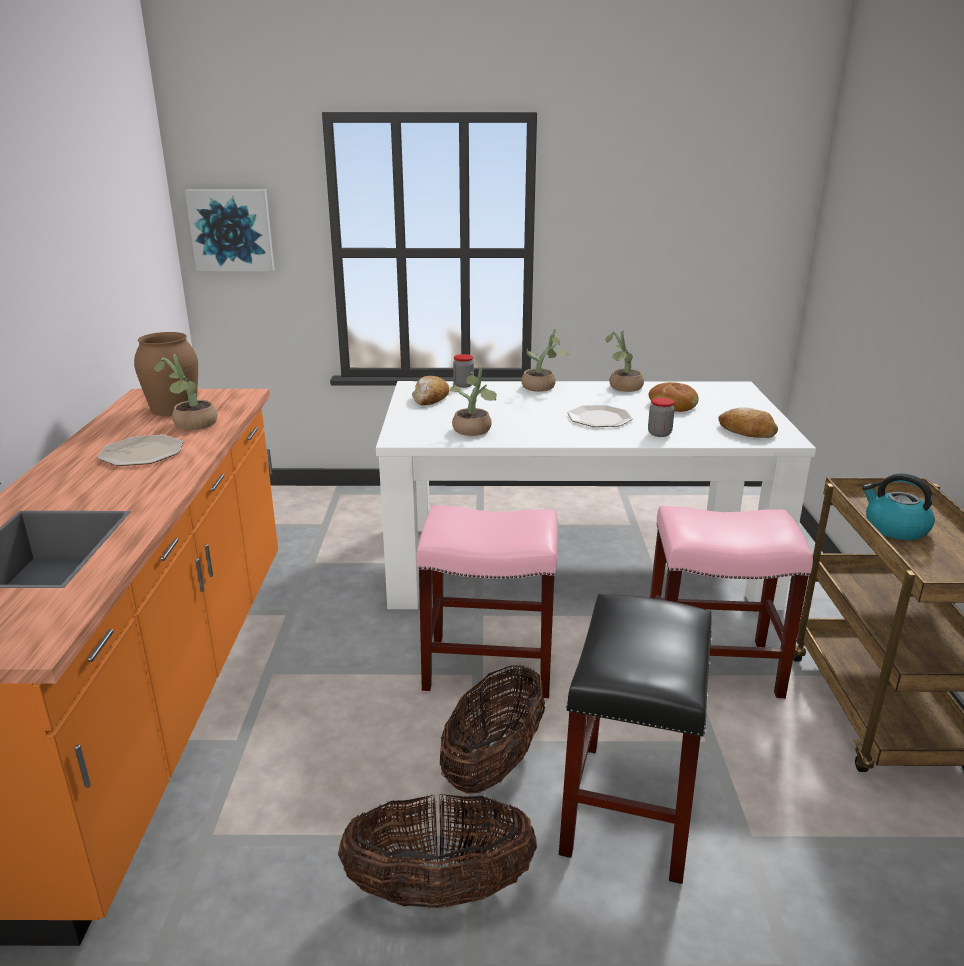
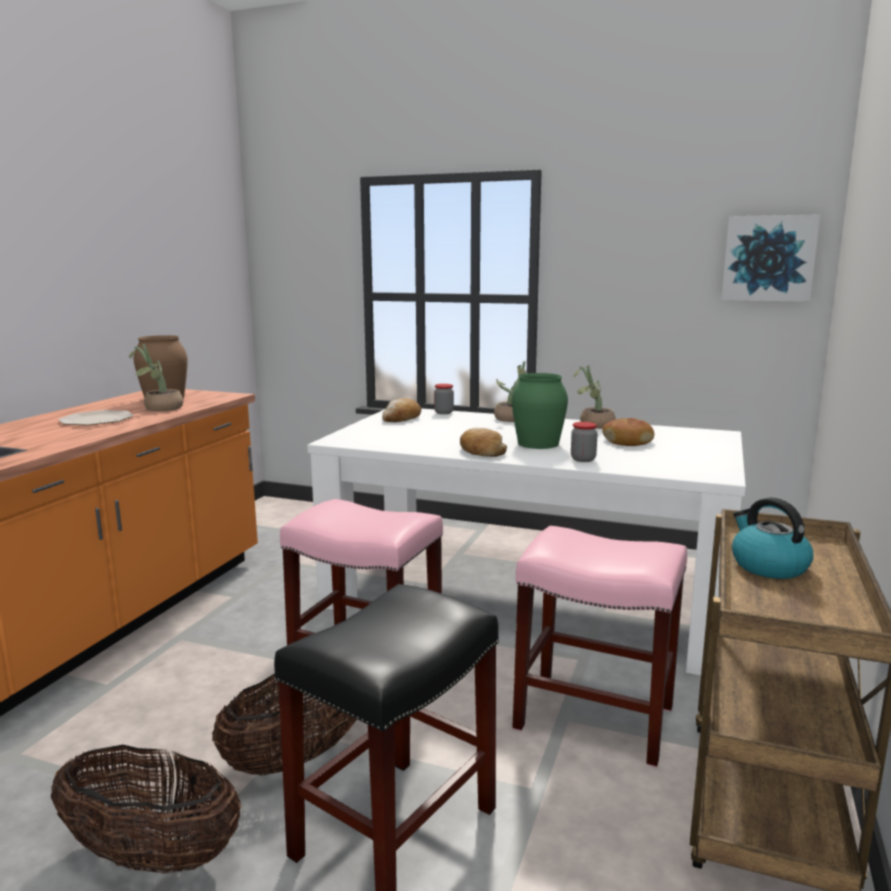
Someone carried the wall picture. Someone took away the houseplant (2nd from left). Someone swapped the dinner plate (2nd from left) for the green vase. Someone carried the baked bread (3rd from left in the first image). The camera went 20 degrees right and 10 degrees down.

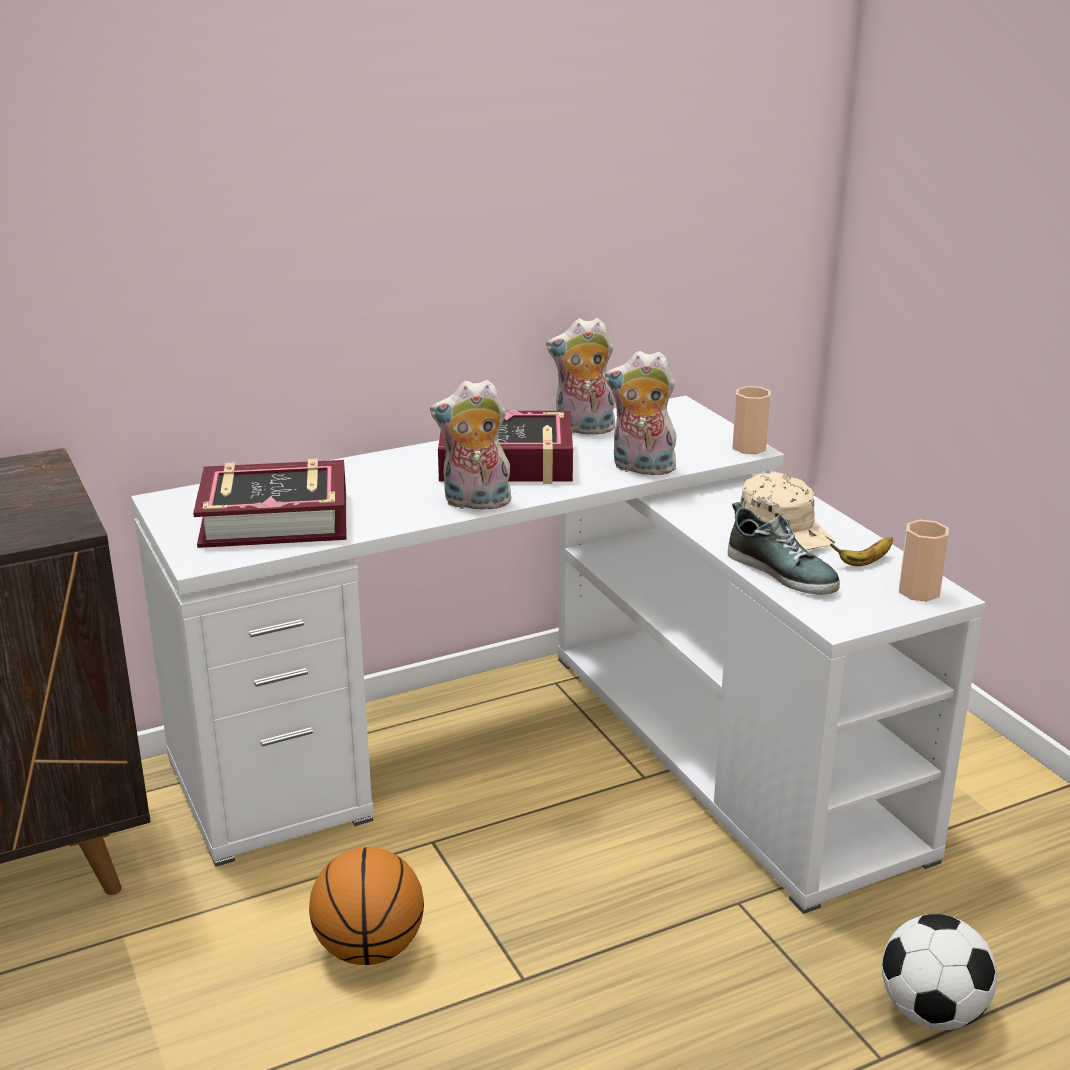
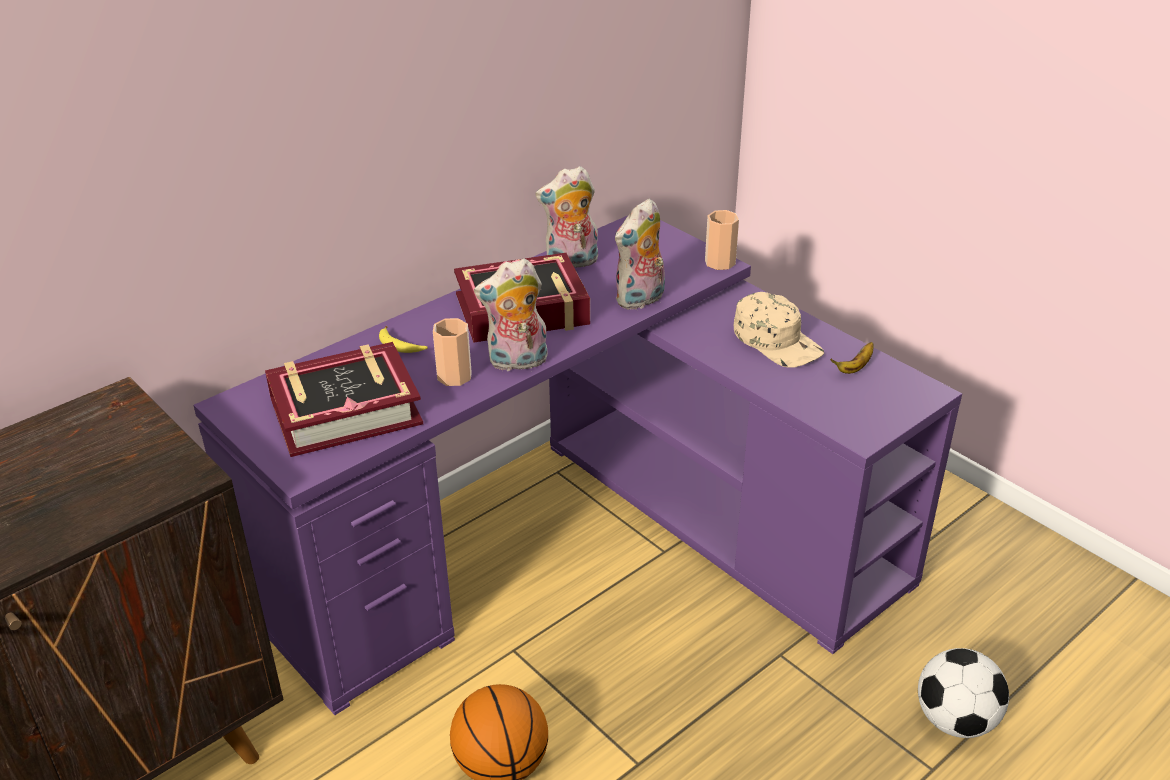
Someone repainted the white desk unit, which became the purplish desk unit. Someone rotated the plush toy (3rd from left) by 45 degrees counterclockwise. Someone took away the low shoe. Someone carried the small cup (2nd from left in the first image). Someone put down the banana (1st from left). The camera went 15 degrees left and 10 degrees up.

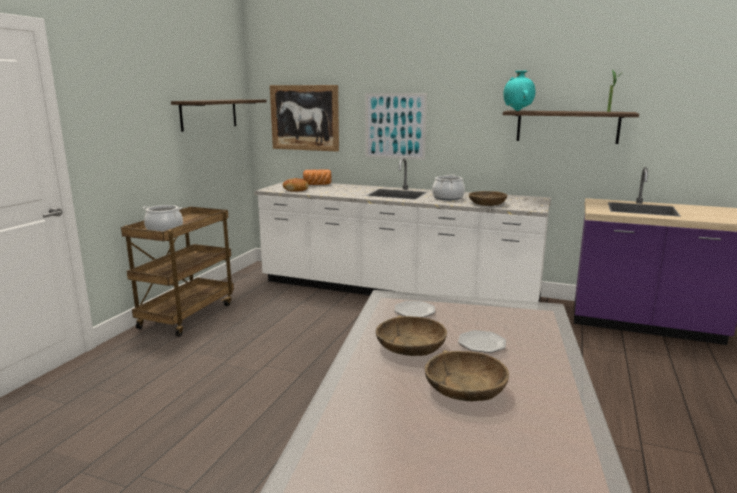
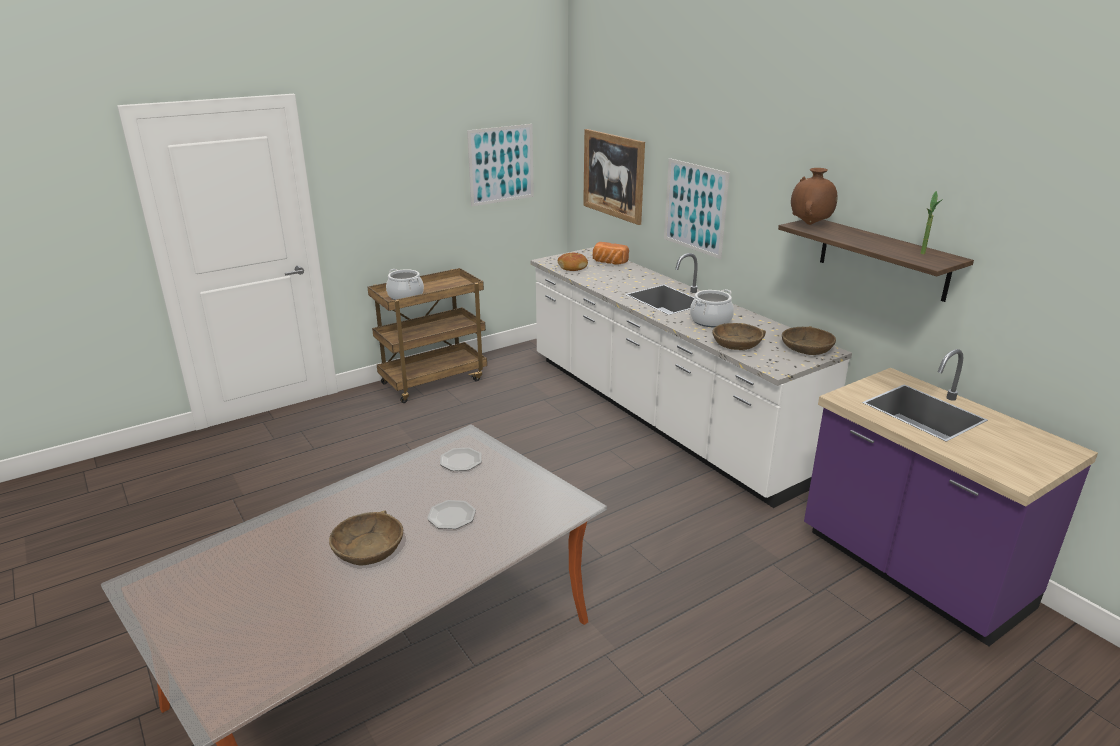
Someone swapped the bracket shelf (1st from left) for the wall picture (1st from left). Someone carried the brownish deep dish (1st from left in the first image). Someone repainted the blue-green vase, which became the brownish vase. The camera went 35 degrees right and 10 degrees up.

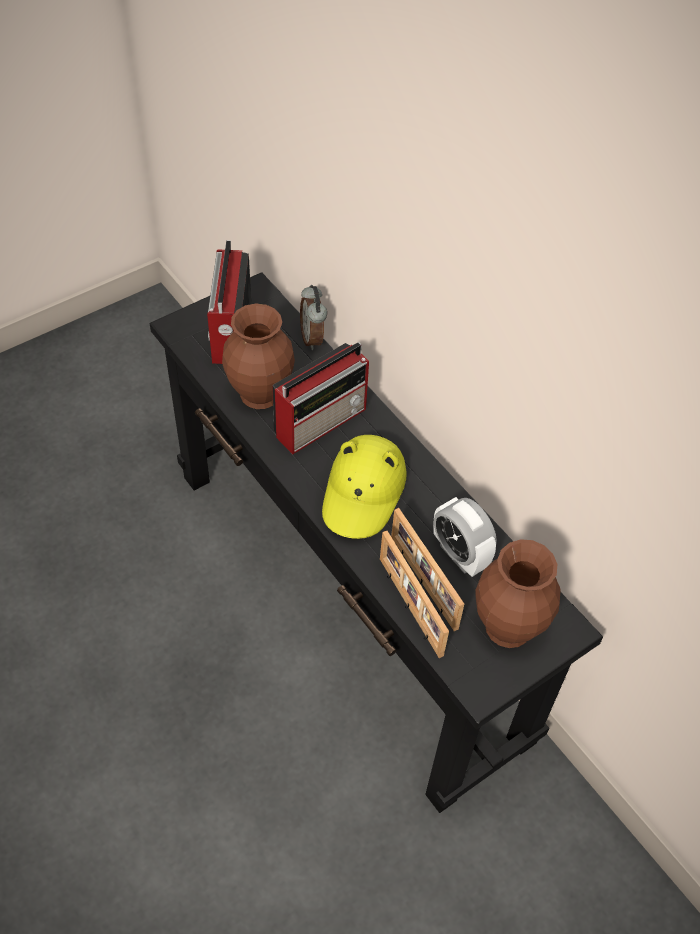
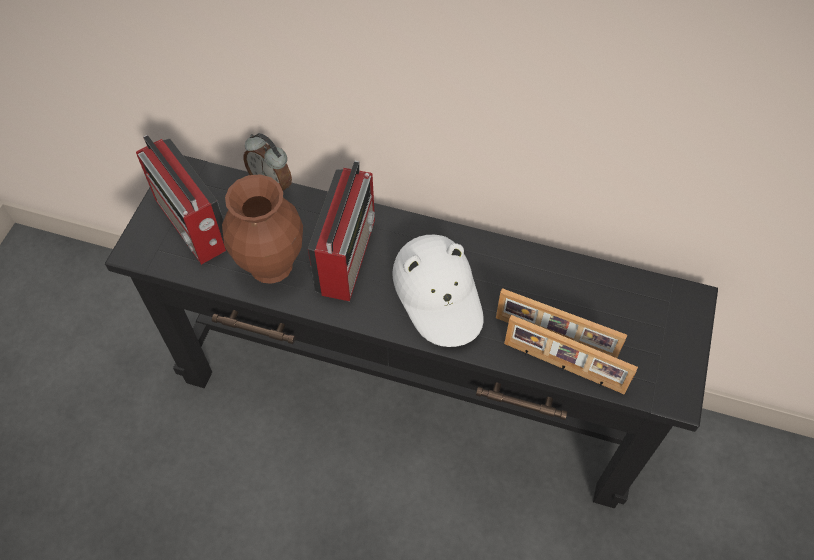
Someone repainted the yellow-coloured wearable hat, which became the white wearable hat. Someone took away the table clock (2nd from left). Someone took away the brownish vase (2nd from left). The camera went 35 degrees left and 5 degrees up.

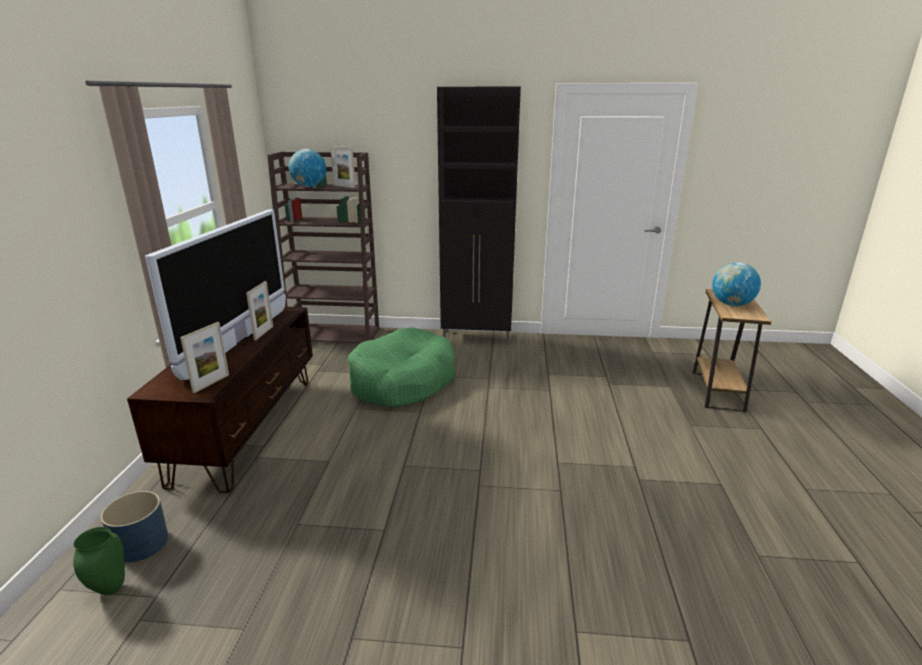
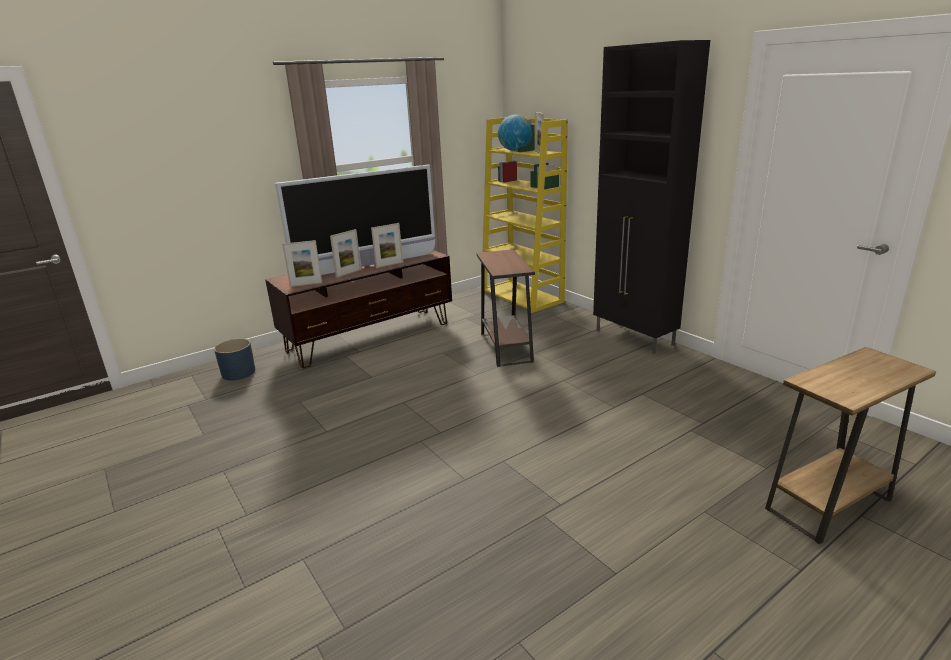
Someone took away the green vase. Someone repainted the brownish bookcase, which became the yellow-coloured bookcase. Someone swapped the green dog cushion for the brownish side table (1st from left). Someone took away the world globe (2nd from left). Someone put down the picture frame (2nd from left). The camera went 50 degrees right and 0 degrees up.

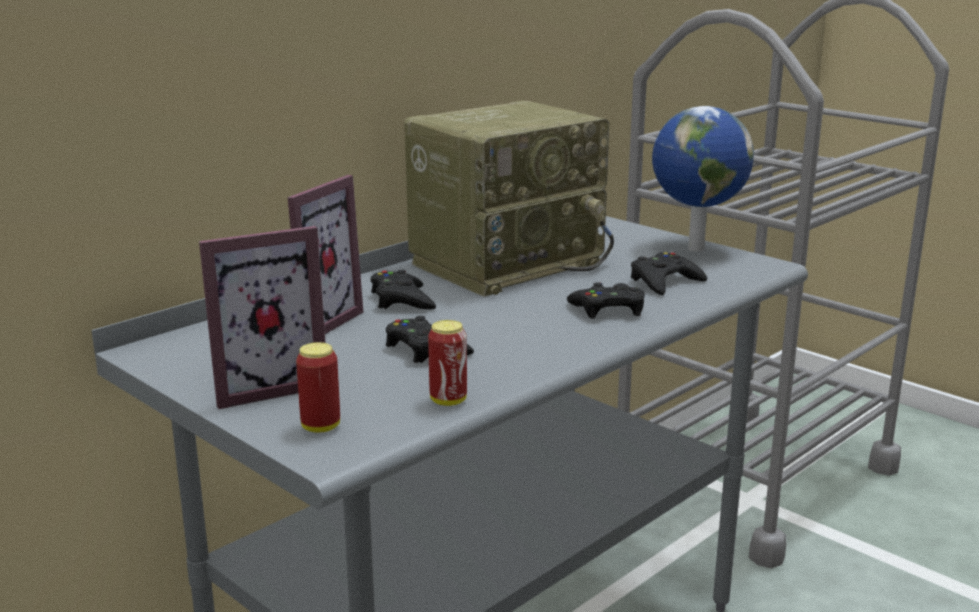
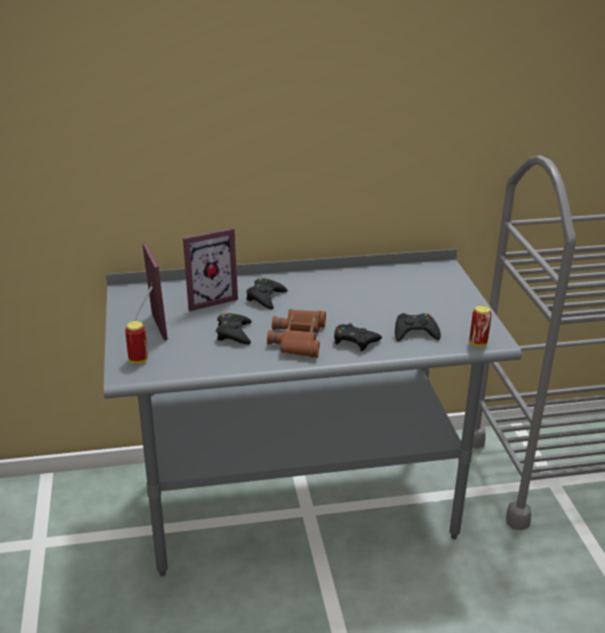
Someone rotated the picture frame (1st from left) by 120 degrees counterclockwise. Someone took away the radio set. Someone carried the can (2nd from left). Someone took away the world globe. Someone put down the brownish binoculars. The camera went 35 degrees right and 10 degrees up.

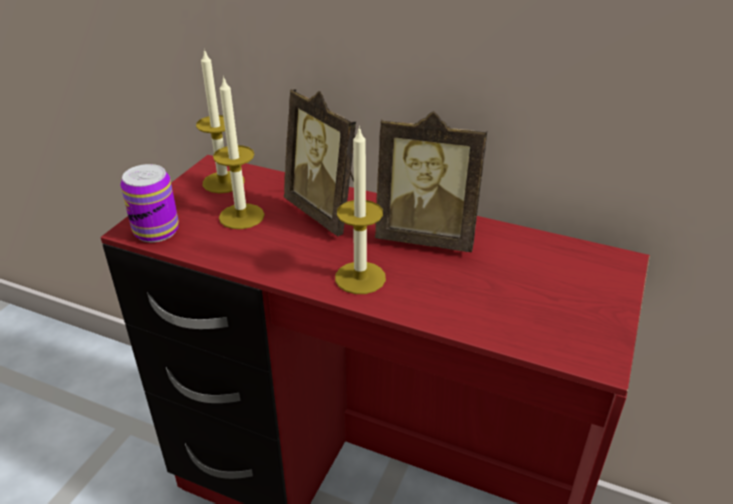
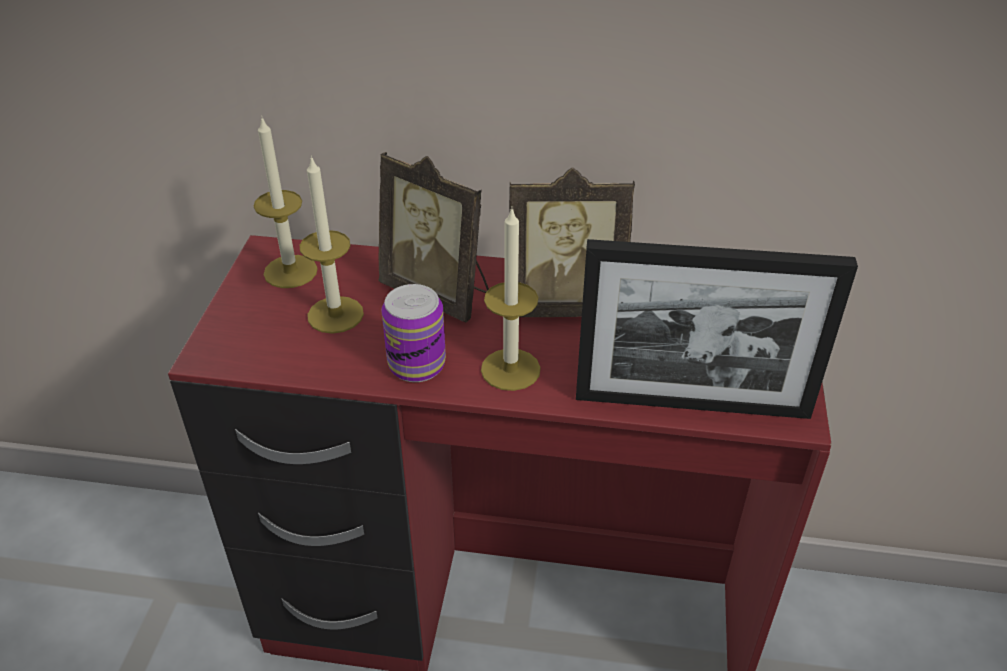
Someone carried the can. Someone put down the picture frame (3rd from left). The camera went 15 degrees left and 5 degrees up.

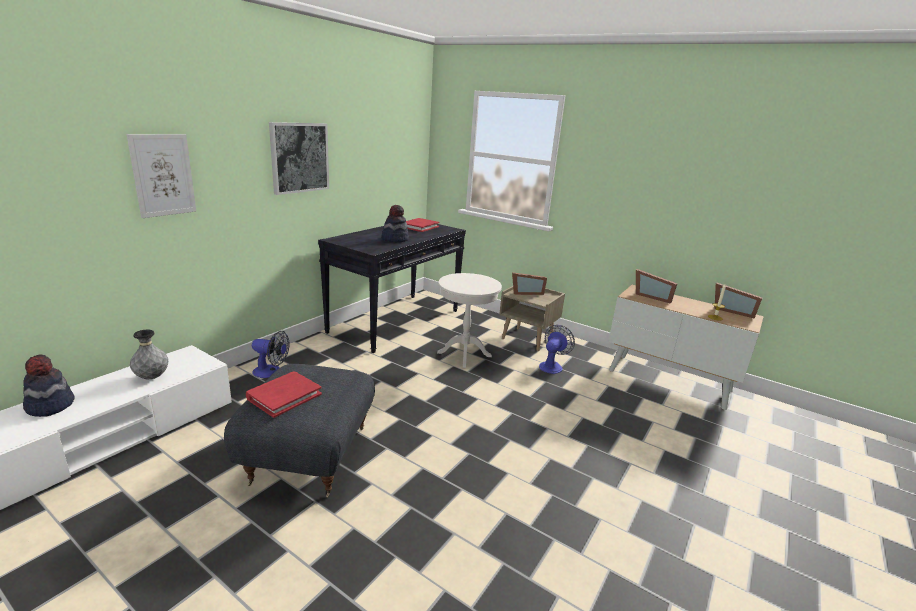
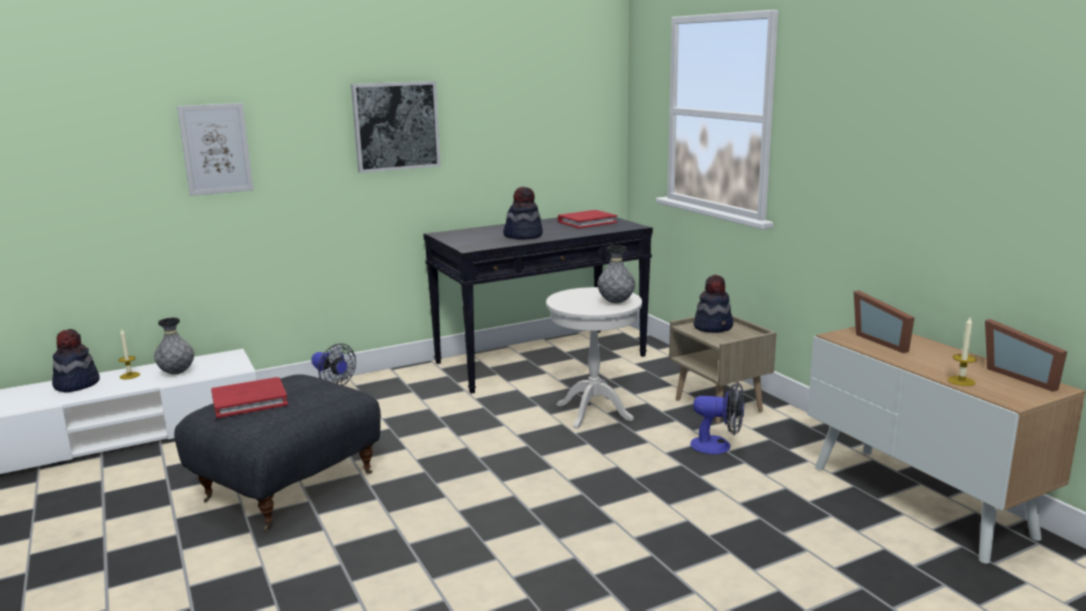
Someone swapped the picture frame (1st from left) for the wearable hat (3rd from left). Someone rotated the cooling fan (2nd from left) by 45 degrees clockwise. Someone put down the candle (1st from left). Someone put down the gray vase (2nd from left). The camera went 30 degrees right and 5 degrees down.

